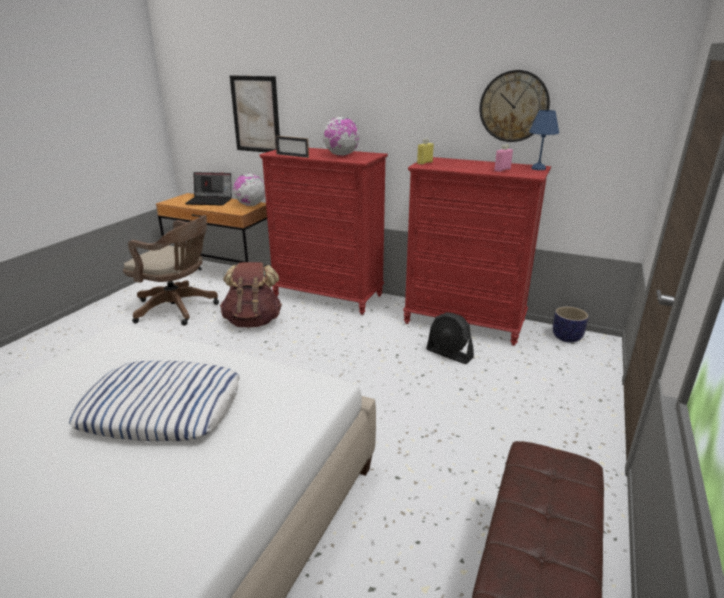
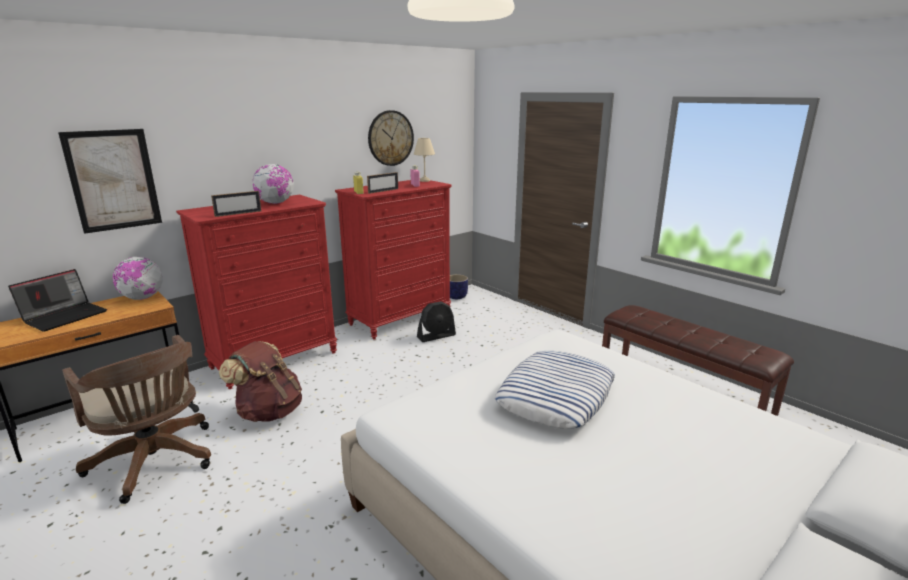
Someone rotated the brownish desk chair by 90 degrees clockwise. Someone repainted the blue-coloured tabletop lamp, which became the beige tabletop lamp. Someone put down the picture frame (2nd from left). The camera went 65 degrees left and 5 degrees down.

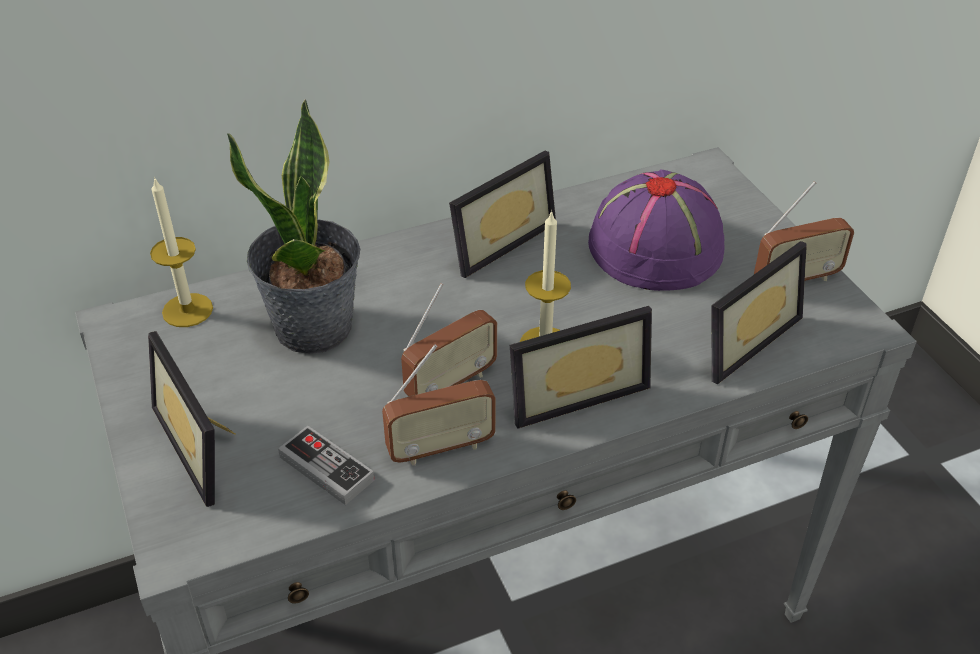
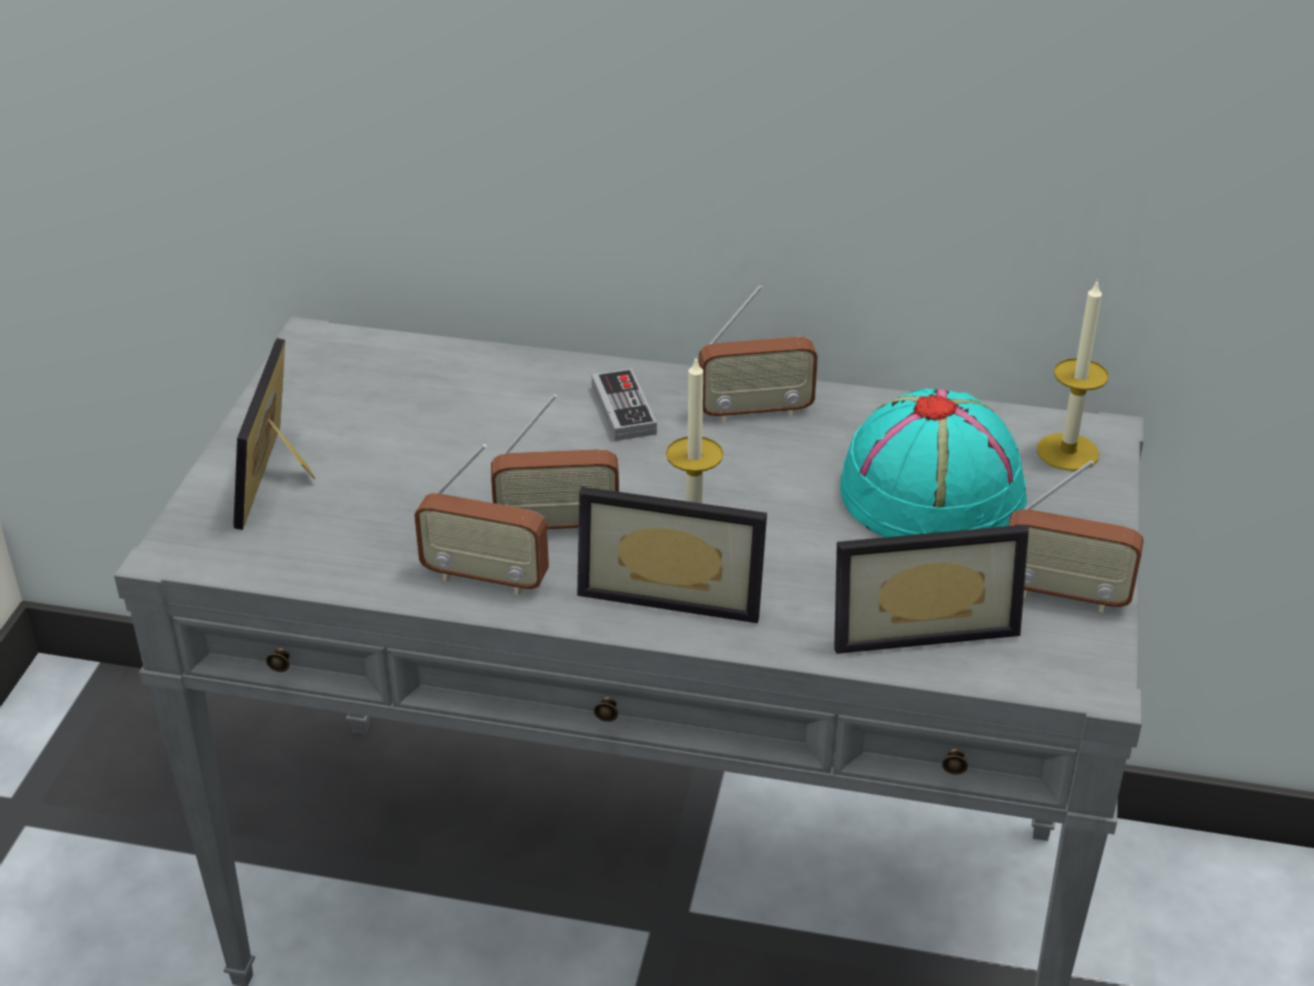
Someone carried the candle (1st from left in the first image). Someone took away the houseplant. Someone carried the game controller. Someone swapped the picture frame (2nd from left) for the radio set (3rd from left). Someone repainted the purplish wearable hat, which became the blue-green wearable hat. The camera went 35 degrees right and 5 degrees down.

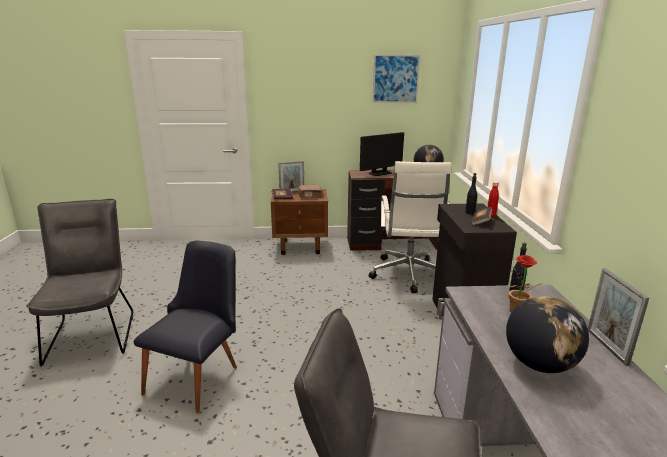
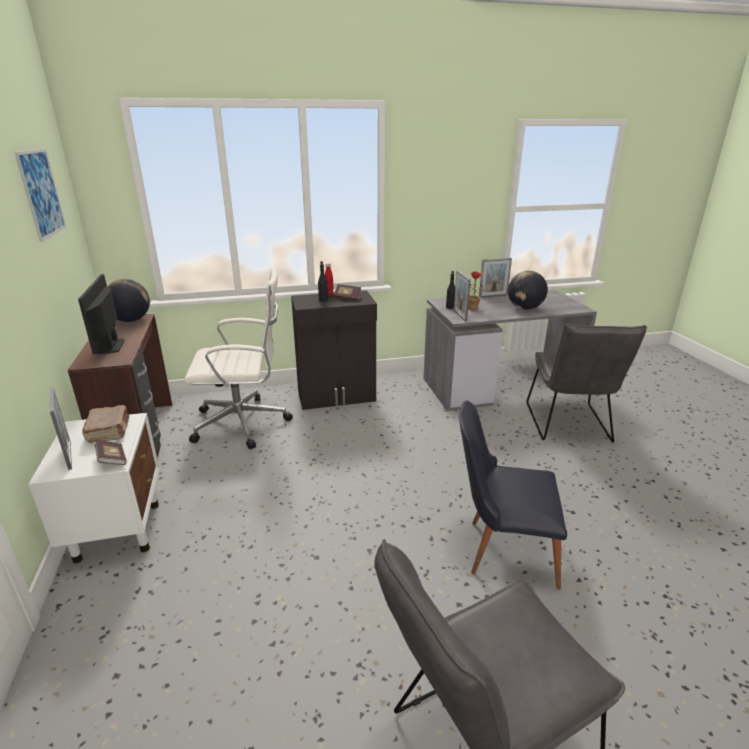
Someone repainted the brownish nightstand, which became the white nightstand. Someone rotated the computer display by 150 degrees counterclockwise. Someone put down the picture frame (2nd from left). The camera went 100 degrees left and 5 degrees up.

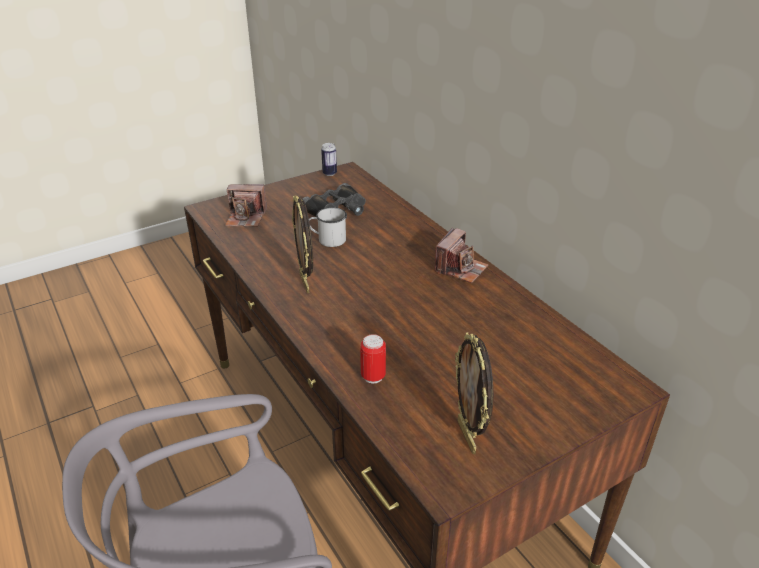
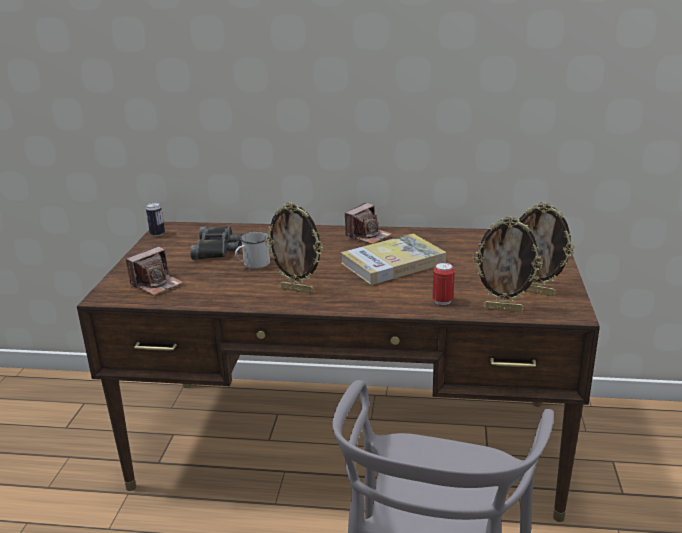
Someone rotated the photo camera (2nd from left) by 60 degrees clockwise. Someone put down the book. Someone put down the picture frame (2nd from left). The camera went 50 degrees left and 10 degrees down.

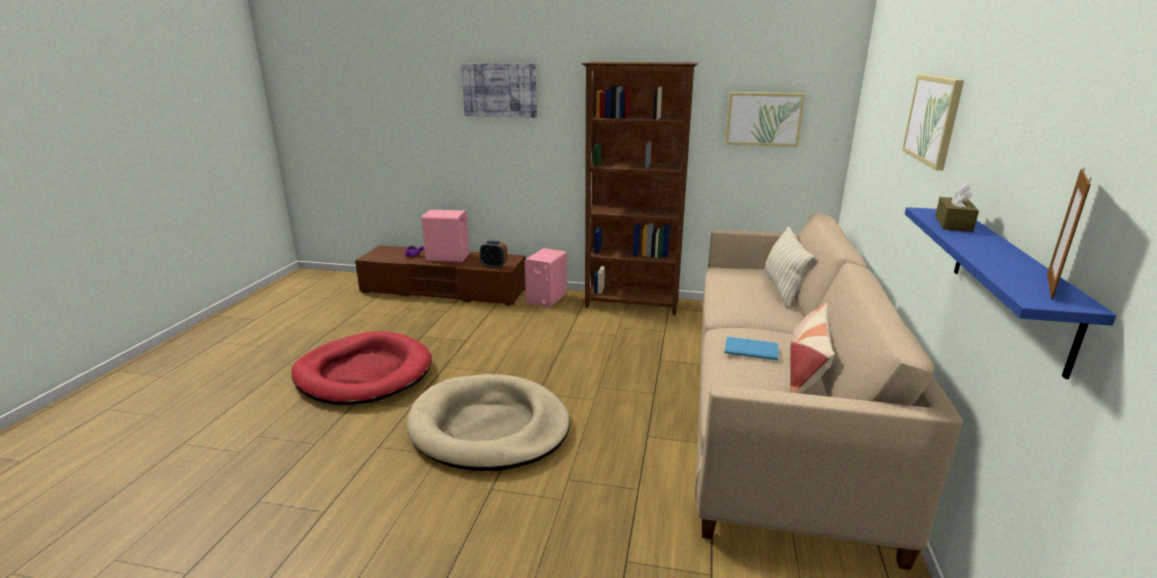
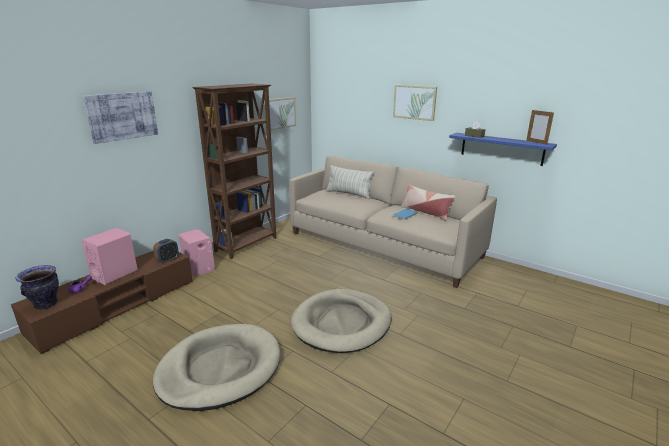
Someone repainted the reddish dog cushion, which became the beige dog cushion (1st from left). Someone put down the vase. The camera went 65 degrees left and 0 degrees up.

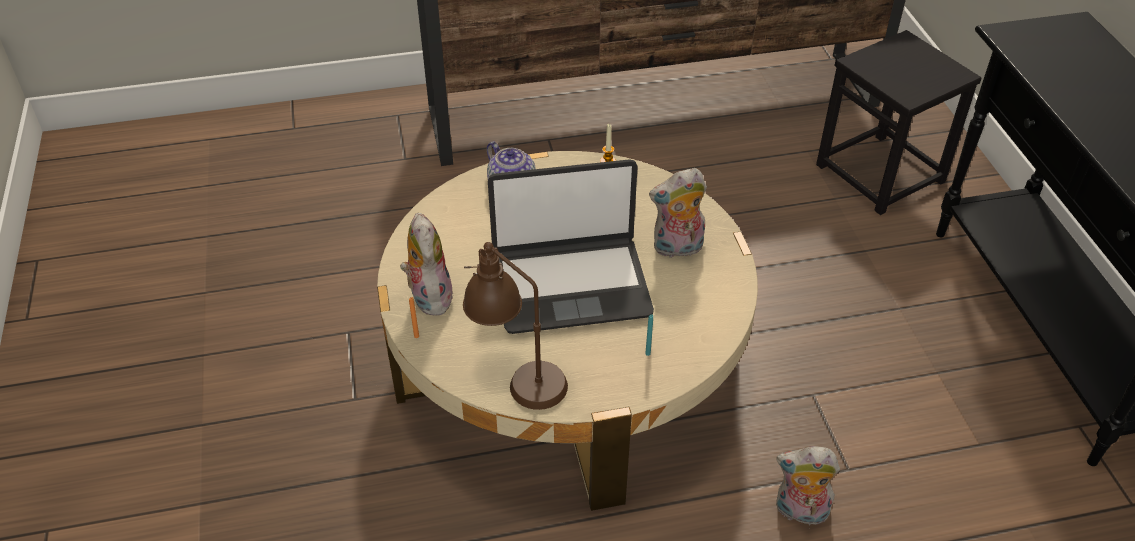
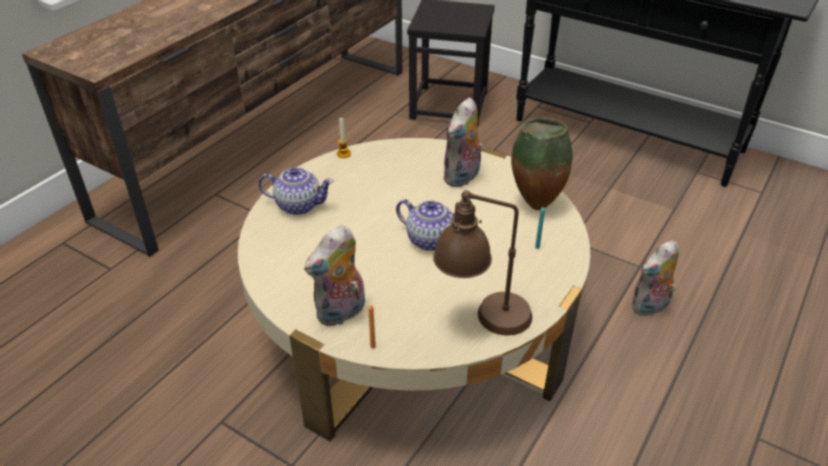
Someone rotated the plush toy (1st from left) by 75 degrees counterclockwise. Someone swapped the notebook computer for the pot for tea (2nd from left). Someone put down the vase. The camera went 45 degrees left and 5 degrees down.

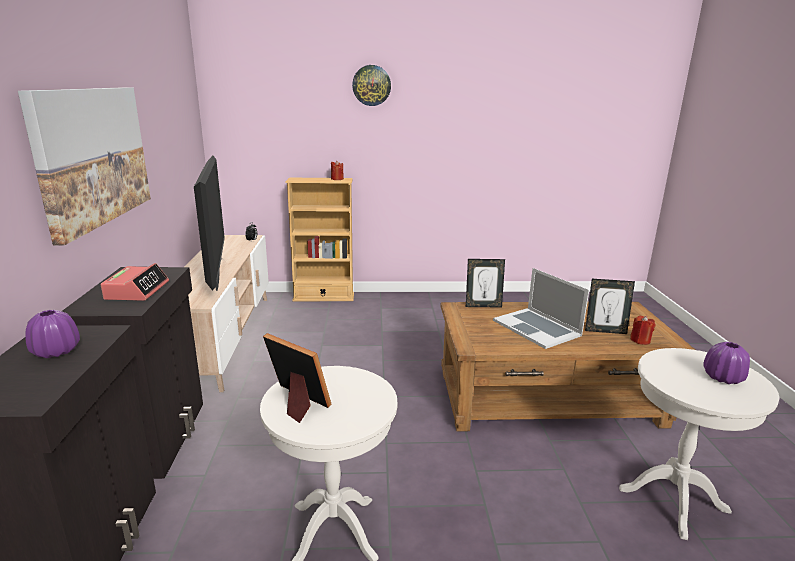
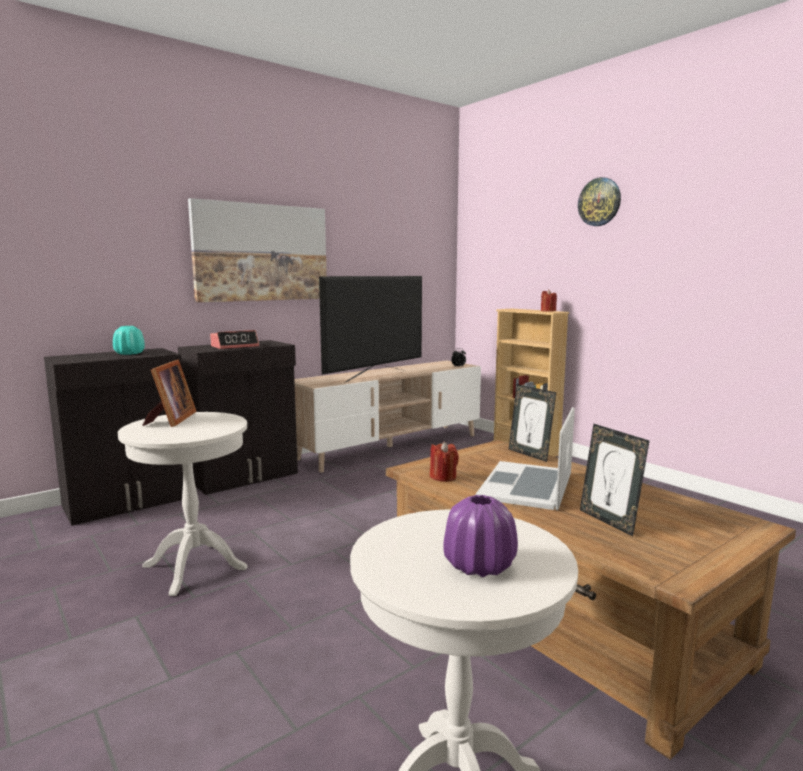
Someone repainted the purplish vase (1st from left), which became the blue-green vase. Someone carried the reddish candle (2nd from left in the first image). The camera went 55 degrees right and 10 degrees down.

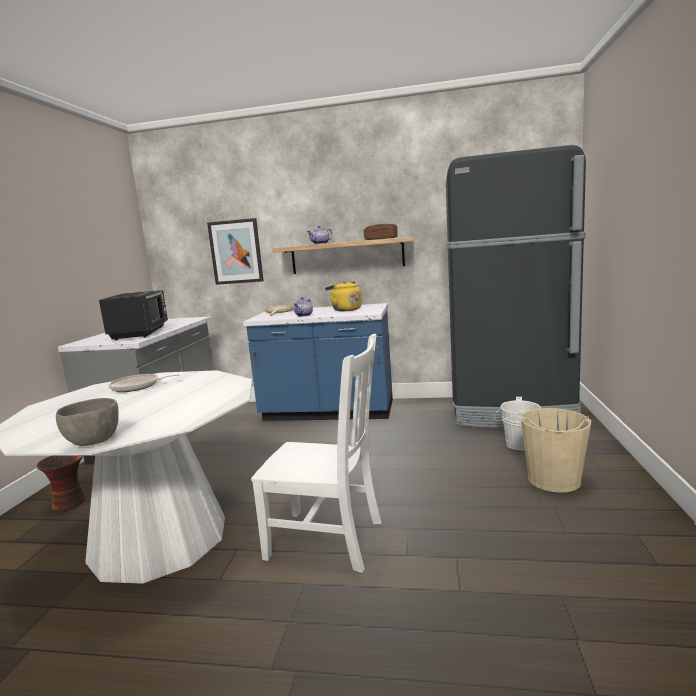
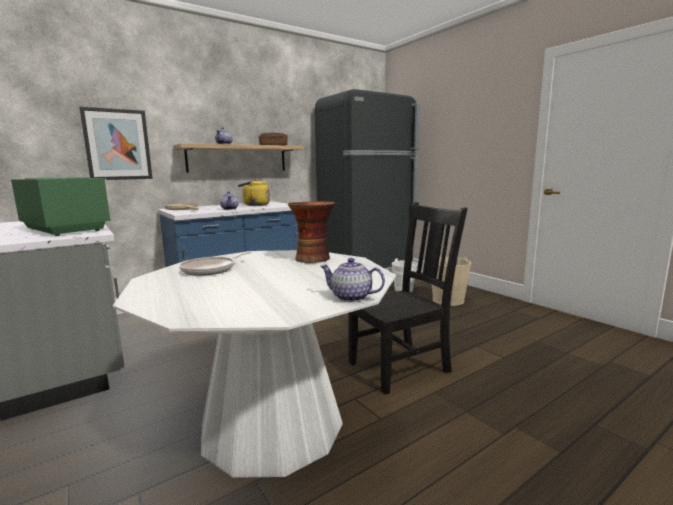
Someone carried the vase. Someone swapped the gray deep dish for the pot for tea (3rd from left). Someone repainted the black-coloured microwave, which became the green microwave. Someone repainted the white chair, which became the black-coloured chair. The camera went 45 degrees left and 0 degrees up.

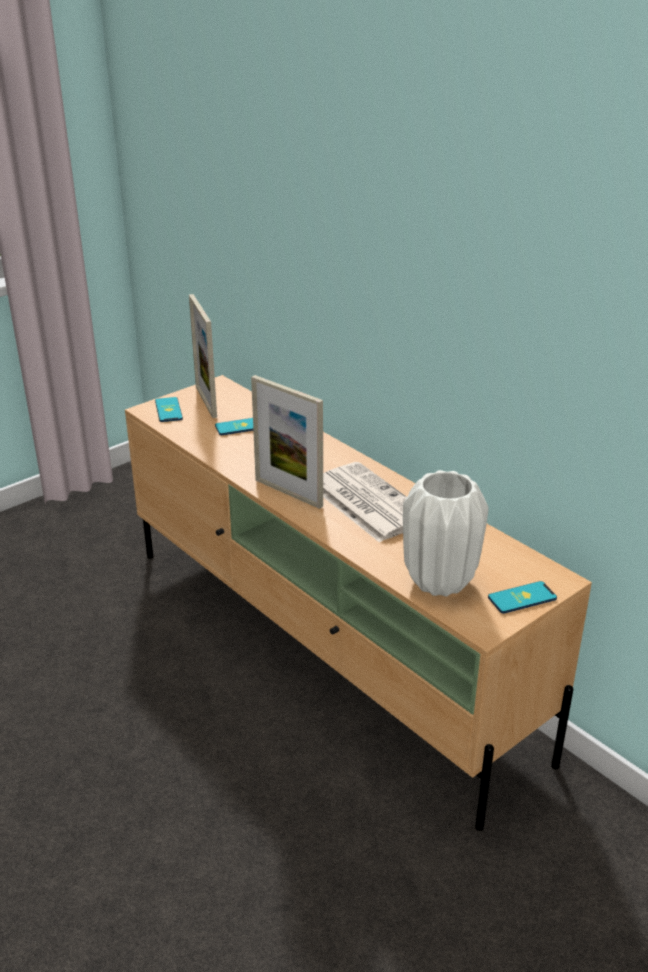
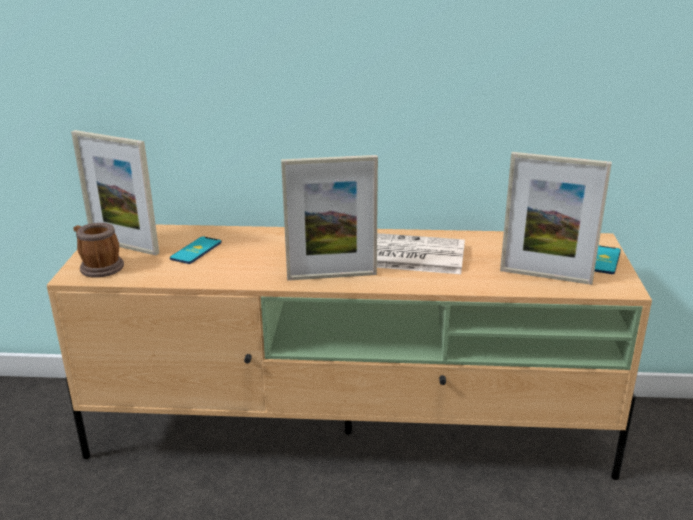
Someone swapped the phone (1st from left) for the coffee mug. Someone swapped the white vase for the picture frame (3rd from left). The camera went 45 degrees left and 5 degrees down.

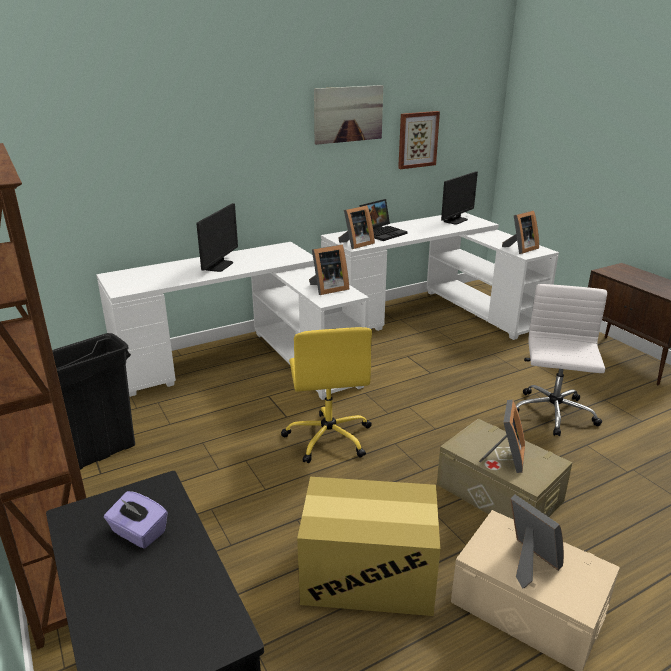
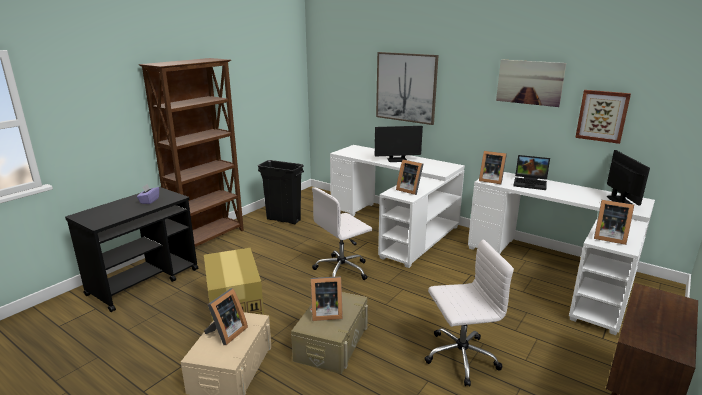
Someone repainted the yellow-coloured desk chair, which became the white desk chair (1st from left). Someone rotated the computer display (2nd from left) by 105 degrees counterclockwise. Someone put up the wall picture (1st from left). The camera went 65 degrees right and 5 degrees down.

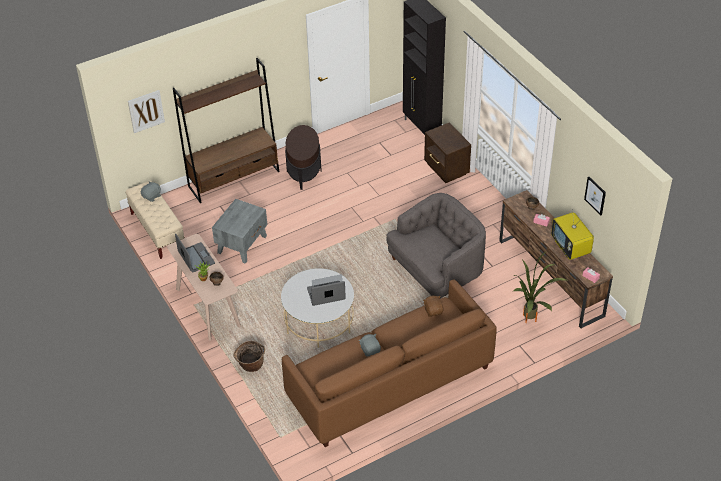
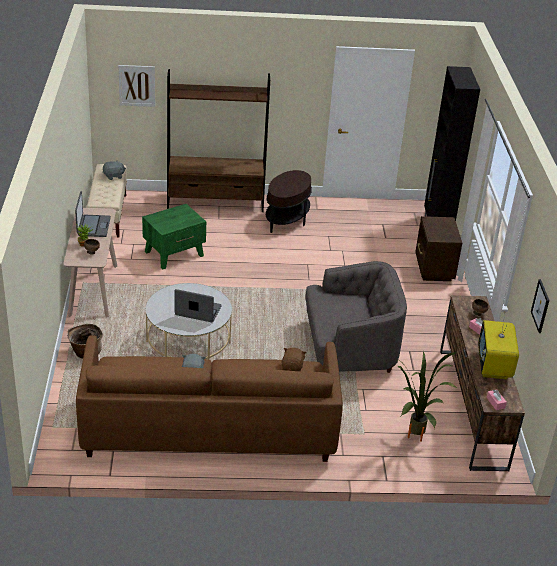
Someone repainted the gray side table, which became the green side table. The camera went 25 degrees right and 10 degrees down.

